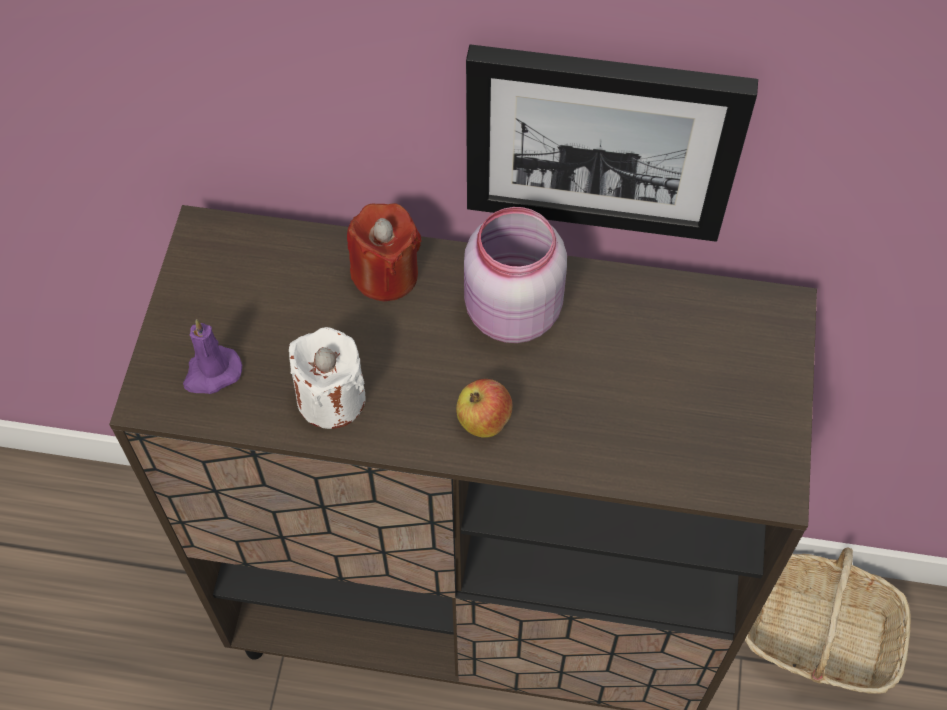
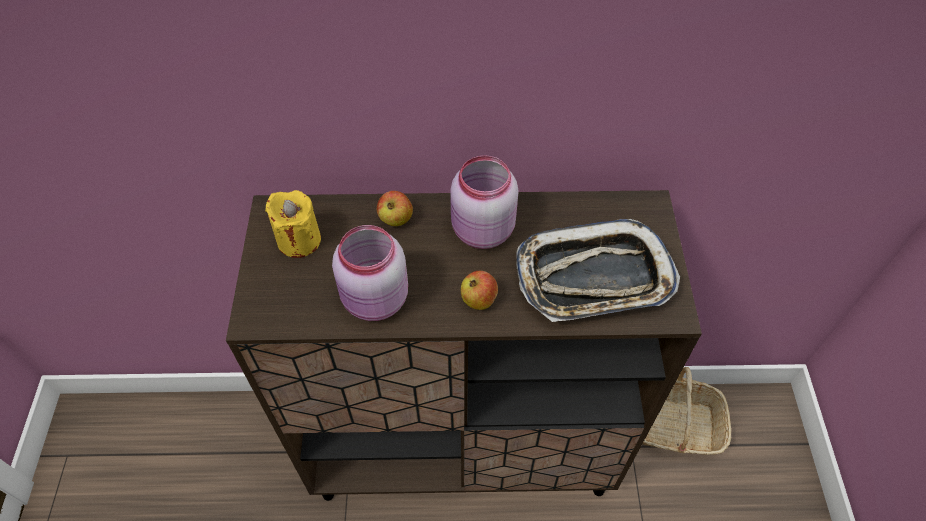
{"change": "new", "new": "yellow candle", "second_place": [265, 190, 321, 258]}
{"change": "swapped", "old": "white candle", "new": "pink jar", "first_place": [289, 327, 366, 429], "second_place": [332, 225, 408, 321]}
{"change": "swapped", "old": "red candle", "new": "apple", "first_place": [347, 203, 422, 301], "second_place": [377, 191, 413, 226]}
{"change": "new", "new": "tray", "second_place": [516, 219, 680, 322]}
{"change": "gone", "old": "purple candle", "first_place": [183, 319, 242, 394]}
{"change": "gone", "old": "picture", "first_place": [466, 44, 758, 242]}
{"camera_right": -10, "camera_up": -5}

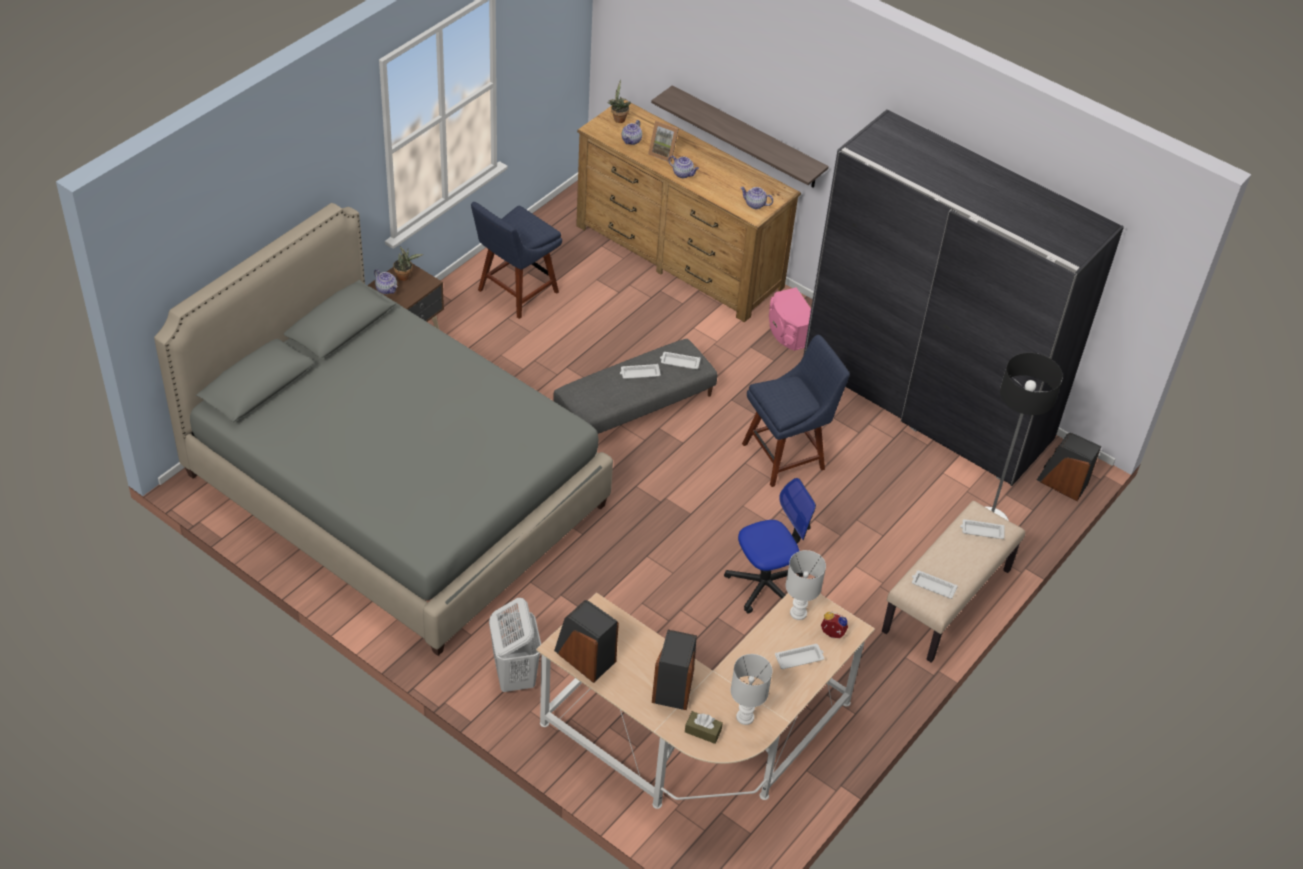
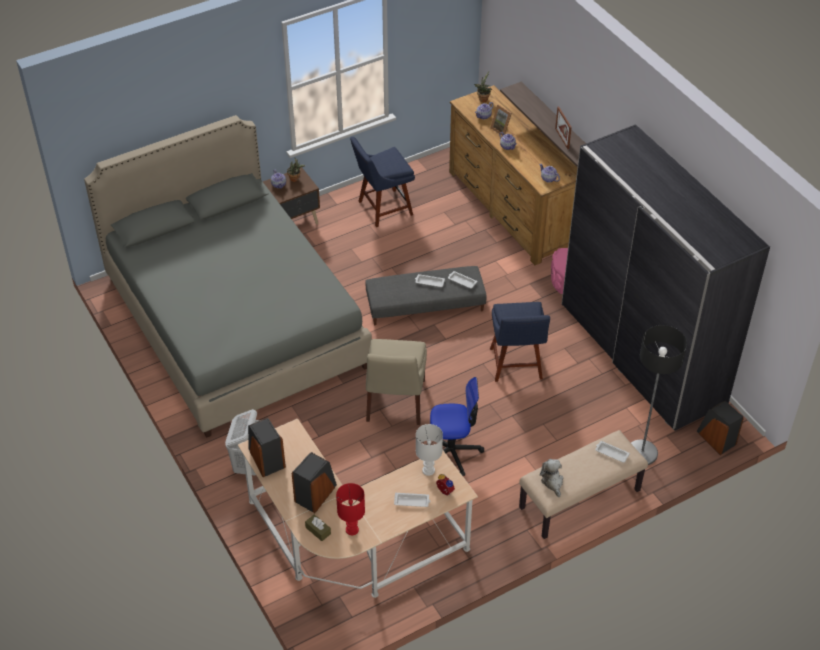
{"change": "repainted", "old": "white table lamp", "new": "red table lamp", "first_place": [731, 654, 772, 725], "second_place": [336, 483, 365, 535]}
{"change": "new", "new": "beige chair", "second_place": [366, 339, 427, 425]}
{"change": "rotated", "old": "blue chair", "first_place": [742, 335, 850, 487], "second_place": [490, 302, 550, 382], "degrees": 90}
{"change": "swapped", "old": "white tray", "new": "plush toy", "first_place": [912, 570, 958, 599], "second_place": [540, 459, 563, 497]}
{"change": "new", "new": "picture frame", "second_place": [555, 107, 572, 149]}
{"camera_right": 25, "camera_up": 0}

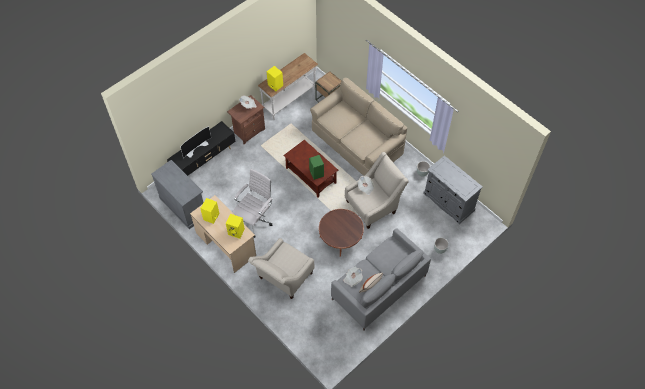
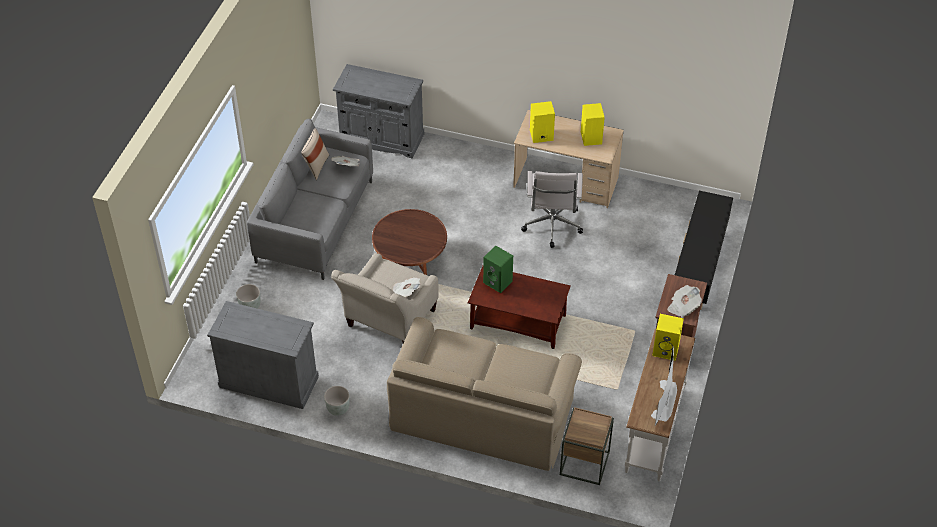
{"change": "shifted", "old": "grey cabinet", "first_place": [151, 160, 204, 229], "second_place": [333, 64, 424, 159]}
{"change": "shifted", "old": "television", "first_place": [180, 126, 211, 158], "second_place": [651, 346, 677, 426]}
{"change": "gone", "old": "beige armchair", "first_place": [248, 238, 314, 299]}
{"camera_right": 150, "camera_up": -10}

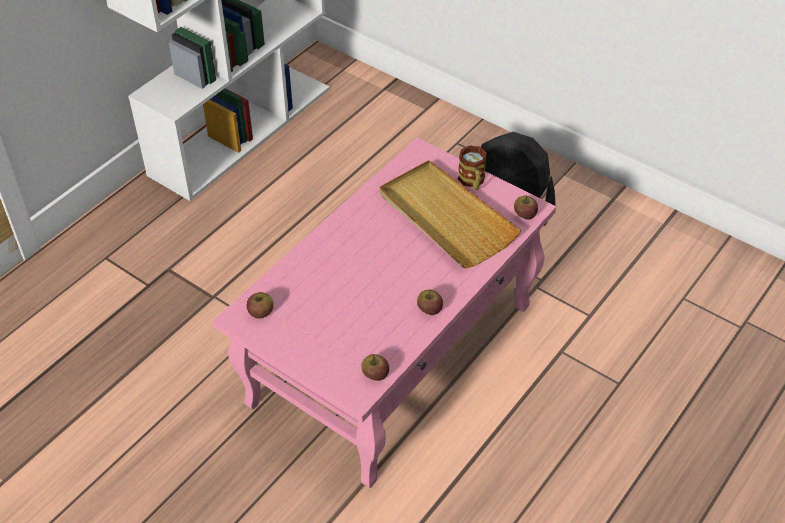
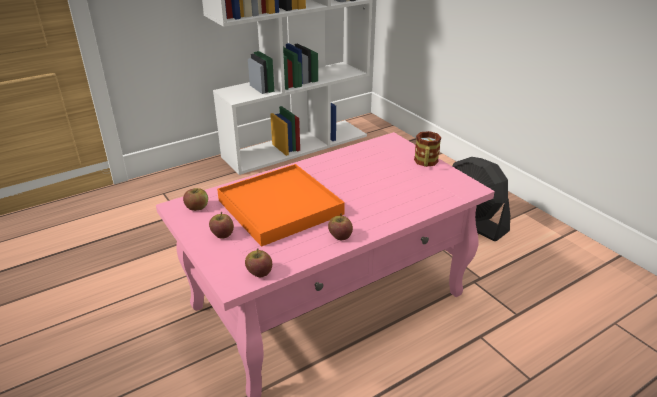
{"change": "shifted", "old": "apple", "first_place": [514, 195, 538, 220], "second_place": [209, 212, 234, 239]}
{"change": "new", "new": "orange tray", "second_place": [217, 164, 345, 247]}
{"change": "gone", "old": "beige tray", "first_place": [379, 160, 521, 268]}
{"camera_right": 20, "camera_up": -15}

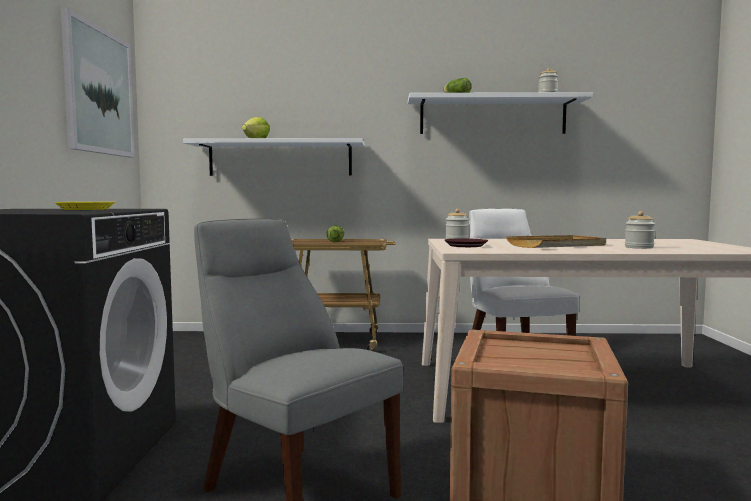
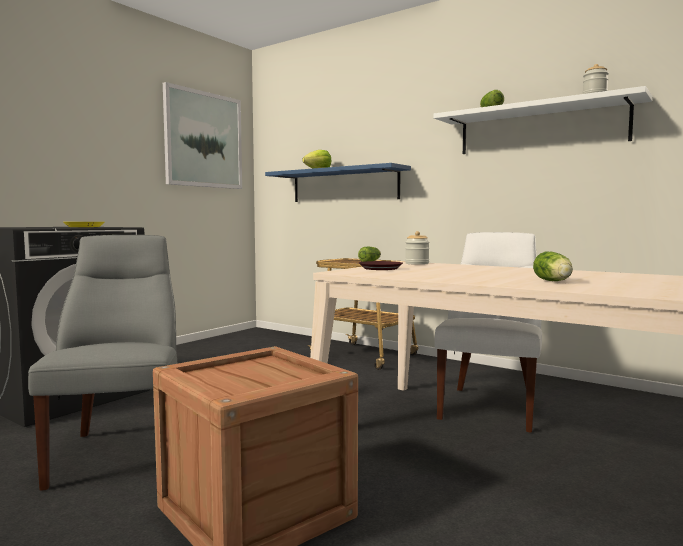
{"change": "repainted", "old": "white shelf", "new": "blue shelf", "first_place": [183, 138, 364, 176], "second_place": [265, 163, 411, 202]}
{"change": "swapped", "old": "jar", "new": "lettuce", "first_place": [625, 211, 655, 249], "second_place": [533, 252, 573, 281]}
{"change": "gone", "old": "beige tray", "first_place": [506, 235, 606, 248]}
{"camera_right": 35, "camera_up": 0}

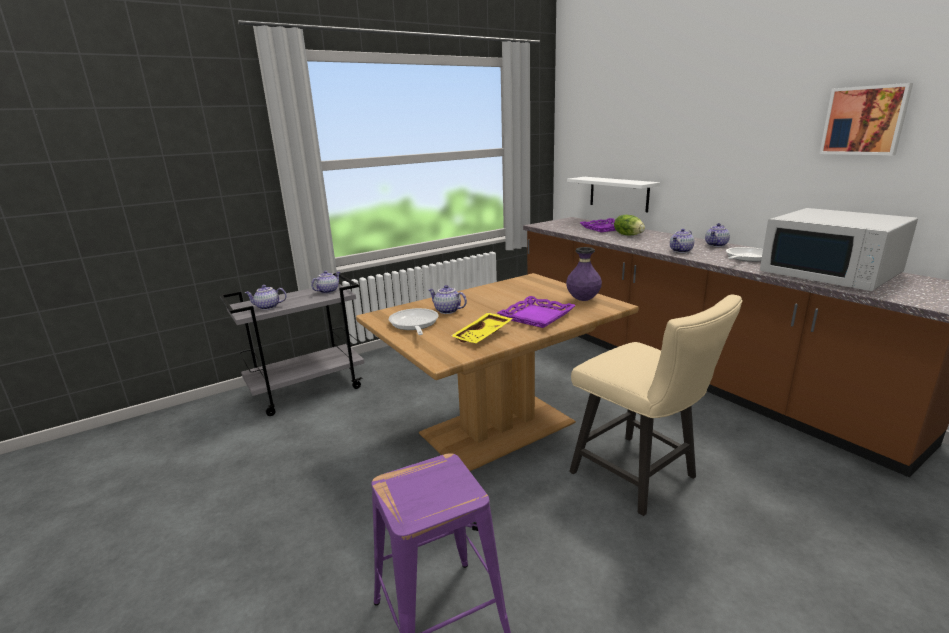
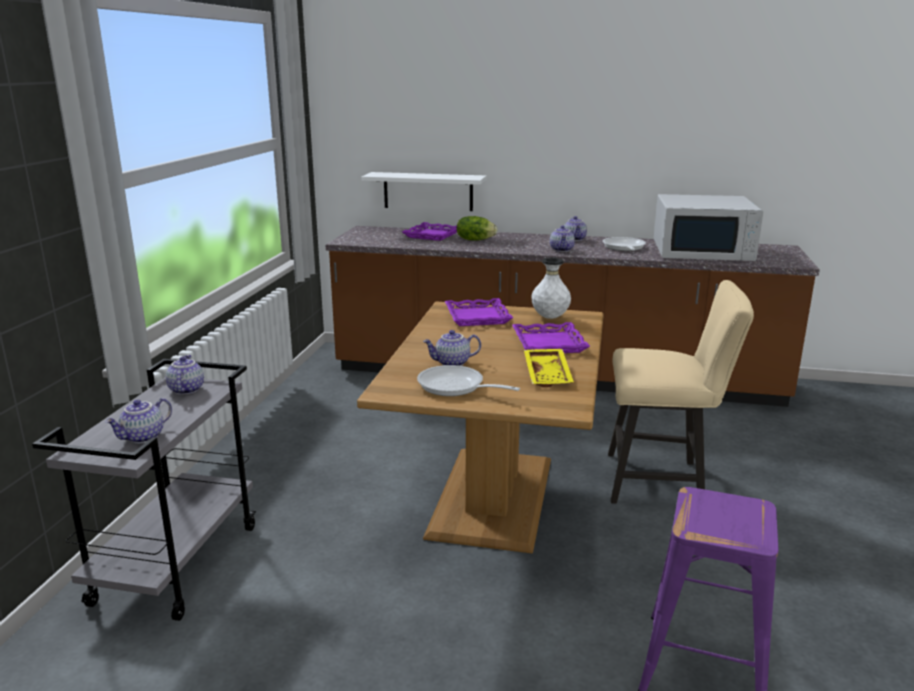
{"change": "new", "new": "purple tray", "second_place": [445, 298, 513, 326]}
{"change": "repainted", "old": "purple vase", "new": "white vase", "first_place": [566, 247, 602, 301], "second_place": [531, 258, 571, 319]}
{"change": "gone", "old": "picture", "first_place": [819, 83, 913, 155]}
{"camera_right": -45, "camera_up": 0}

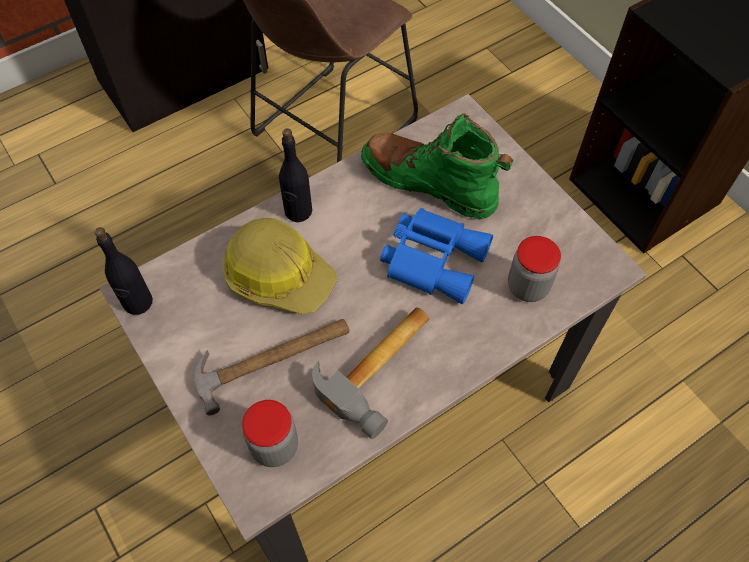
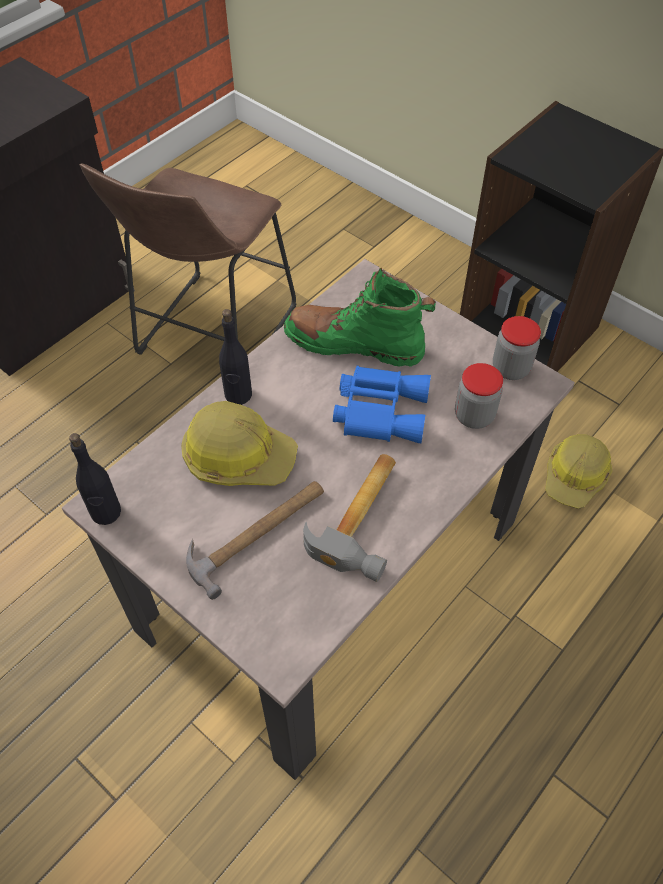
{"change": "shifted", "old": "jar", "first_place": [242, 400, 298, 467], "second_place": [493, 316, 541, 380]}
{"change": "new", "new": "hard hat", "second_place": [545, 434, 613, 509]}
{"camera_right": -15, "camera_up": -5}

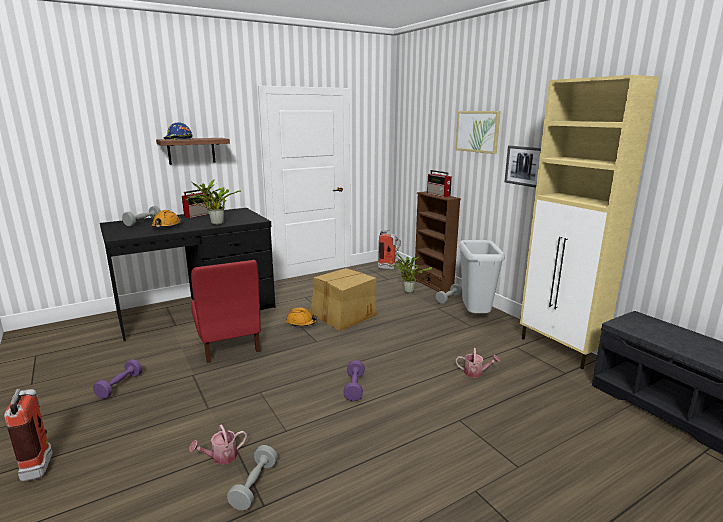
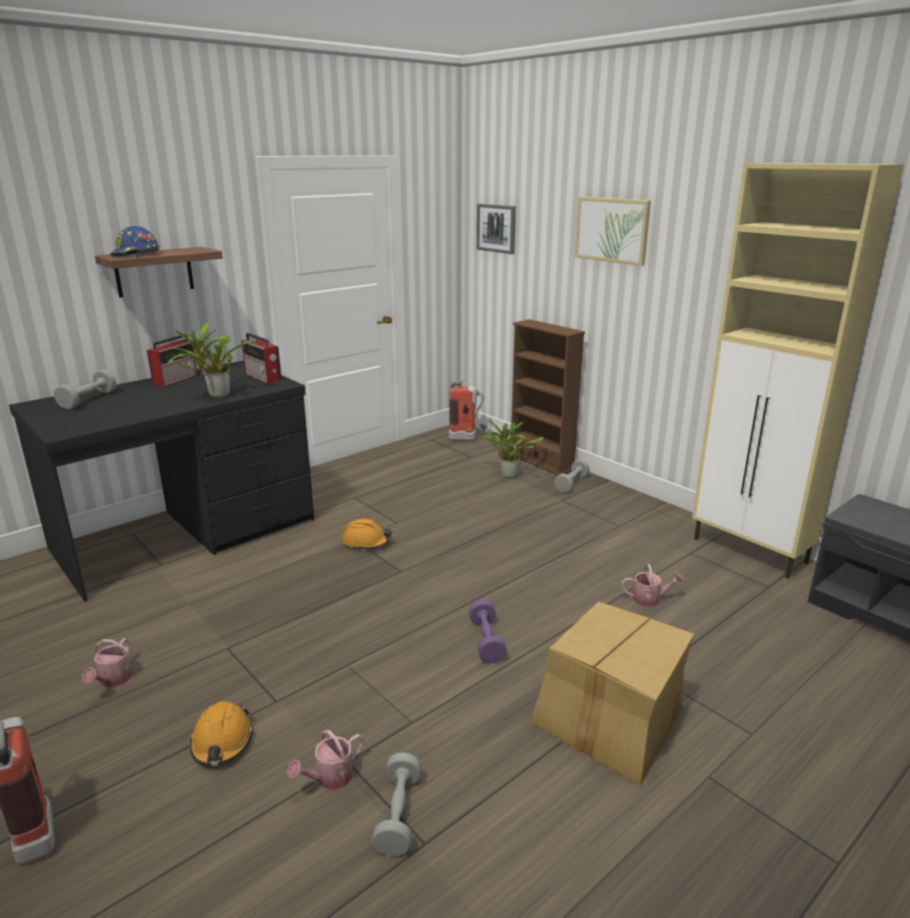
{"change": "swapped", "old": "purple dumbbell", "new": "watering can", "first_place": [93, 359, 142, 399], "second_place": [82, 638, 133, 687]}
{"change": "shifted", "old": "orange hard hat", "first_place": [151, 210, 181, 227], "second_place": [190, 701, 253, 766]}
{"change": "shifted", "old": "radio", "first_place": [427, 170, 452, 197], "second_place": [242, 333, 282, 384]}
{"change": "shifted", "old": "picture", "first_place": [505, 145, 541, 188], "second_place": [477, 204, 516, 254]}
{"change": "shifted", "old": "cardboard box", "first_place": [310, 268, 377, 331], "second_place": [530, 602, 694, 786]}
{"change": "gone", "old": "red chair", "first_place": [191, 260, 261, 363]}
{"change": "gone", "old": "grey trash can", "first_place": [459, 240, 505, 314]}
{"camera_right": -10, "camera_up": 5}

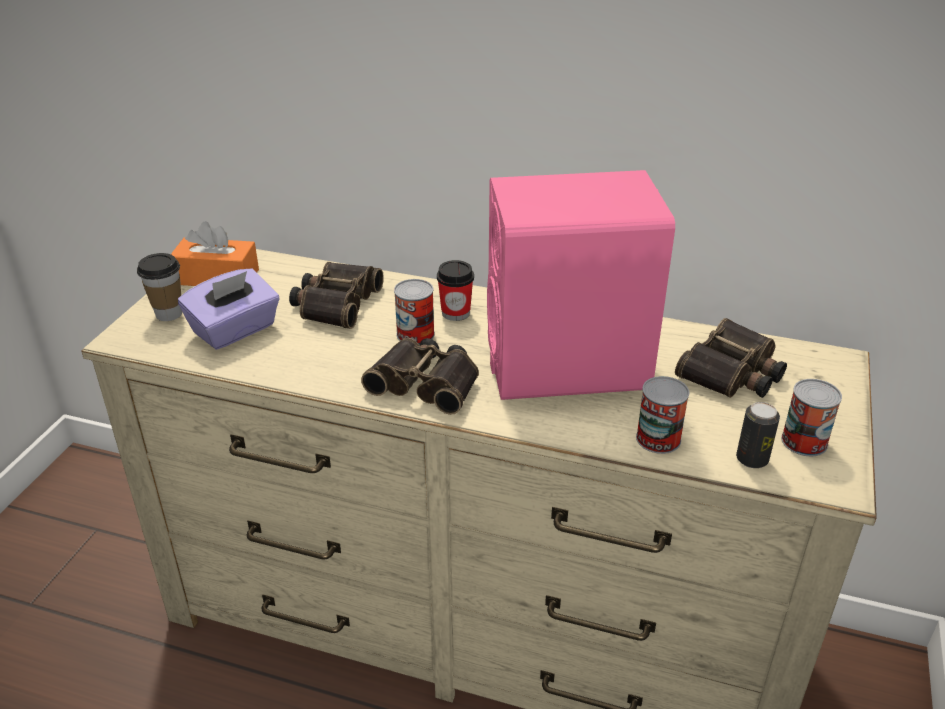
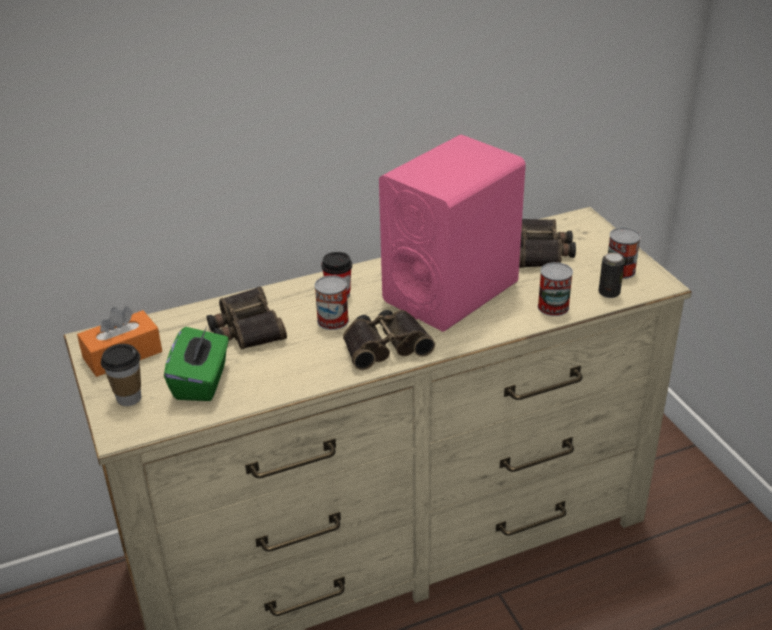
{"change": "repainted", "old": "purple tissue box", "new": "green tissue box", "first_place": [178, 268, 280, 350], "second_place": [164, 327, 229, 401]}
{"camera_right": -40, "camera_up": 0}

